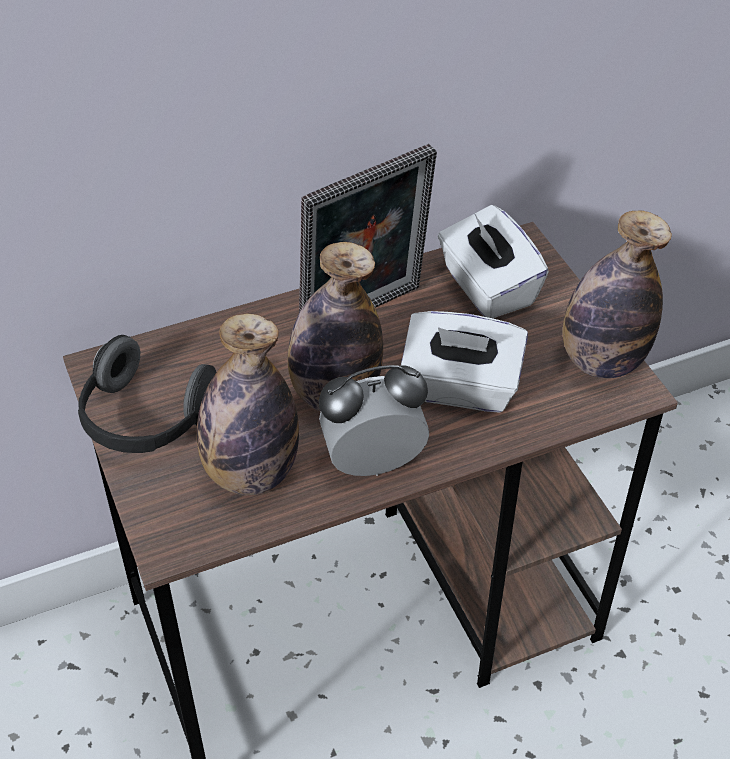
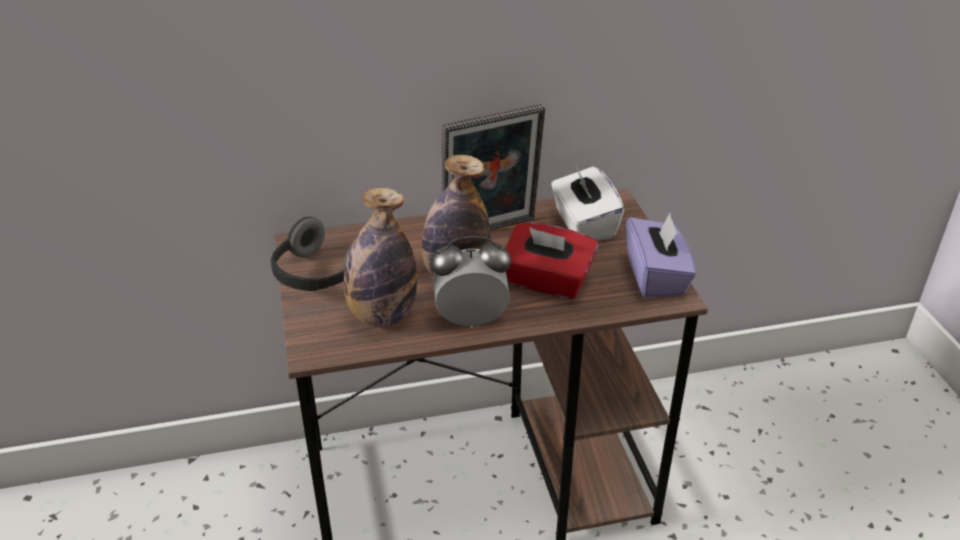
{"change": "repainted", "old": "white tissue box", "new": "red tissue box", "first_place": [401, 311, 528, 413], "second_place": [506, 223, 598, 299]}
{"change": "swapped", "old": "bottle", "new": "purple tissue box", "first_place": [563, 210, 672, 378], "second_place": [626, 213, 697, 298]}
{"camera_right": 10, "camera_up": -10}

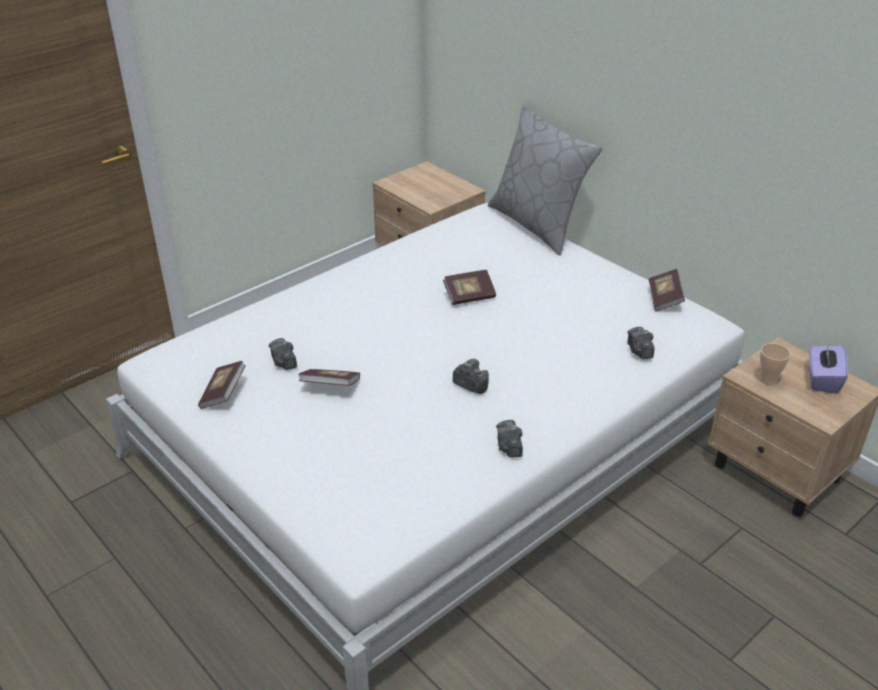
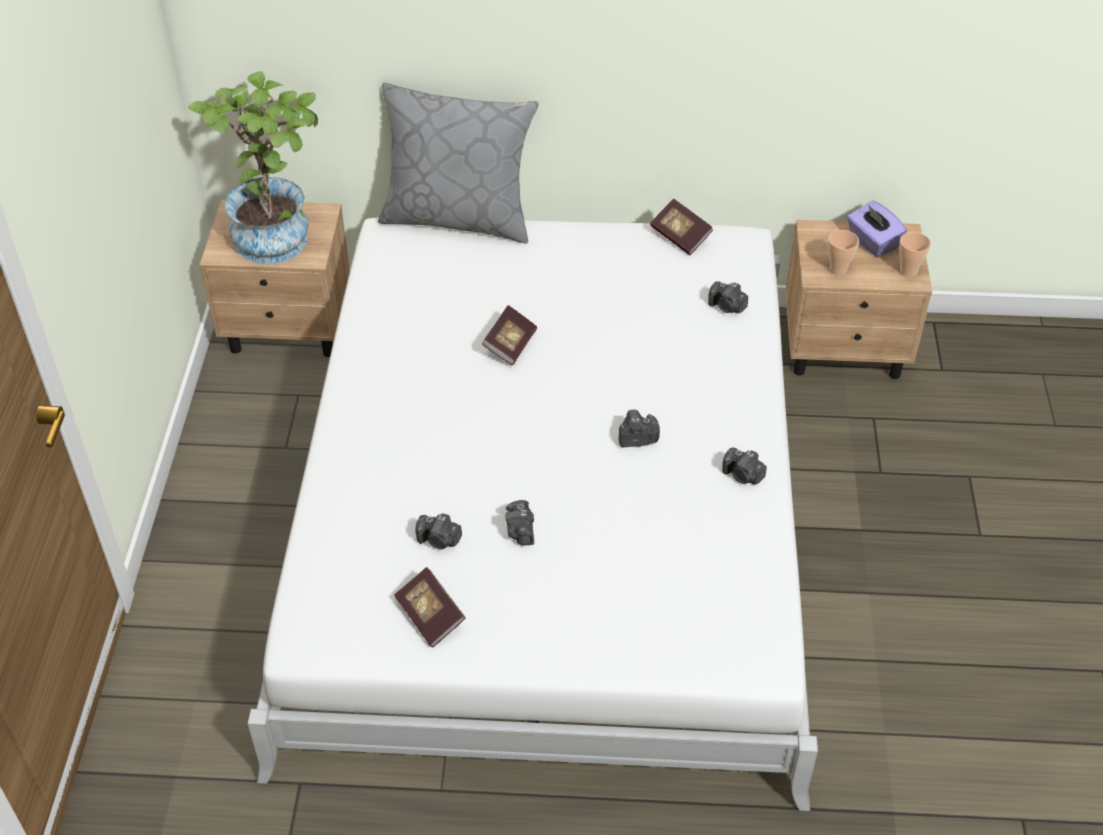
{"change": "new", "new": "potted plant", "second_place": [188, 71, 318, 264]}
{"change": "swapped", "old": "book", "new": "photo camera", "first_place": [298, 369, 360, 386], "second_place": [505, 500, 534, 545]}
{"change": "new", "new": "cup", "second_place": [899, 232, 931, 277]}
{"camera_right": -45, "camera_up": 10}

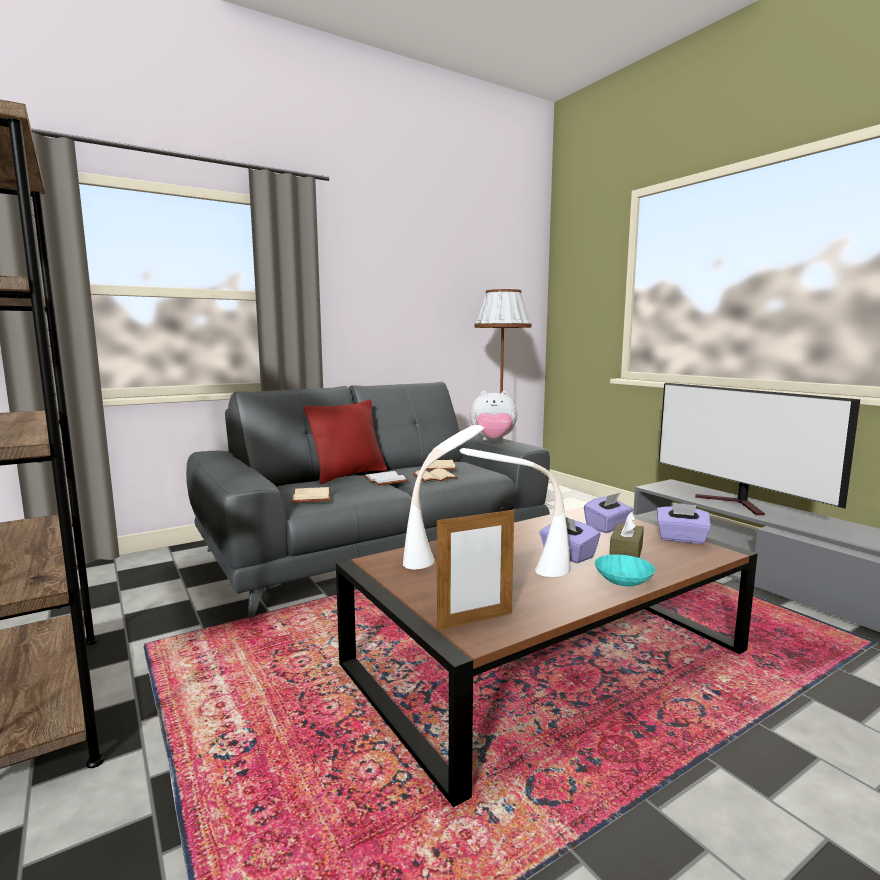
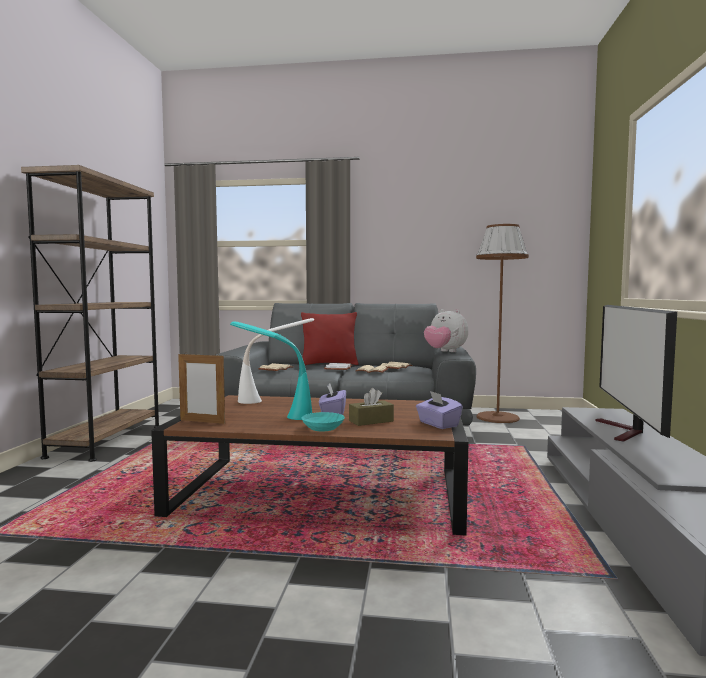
{"change": "repainted", "old": "white table lamp", "new": "turquoise table lamp", "first_place": [460, 448, 571, 577], "second_place": [230, 321, 312, 420]}
{"change": "gone", "old": "purple tissue box", "first_place": [584, 493, 633, 533]}
{"camera_right": 40, "camera_up": -5}

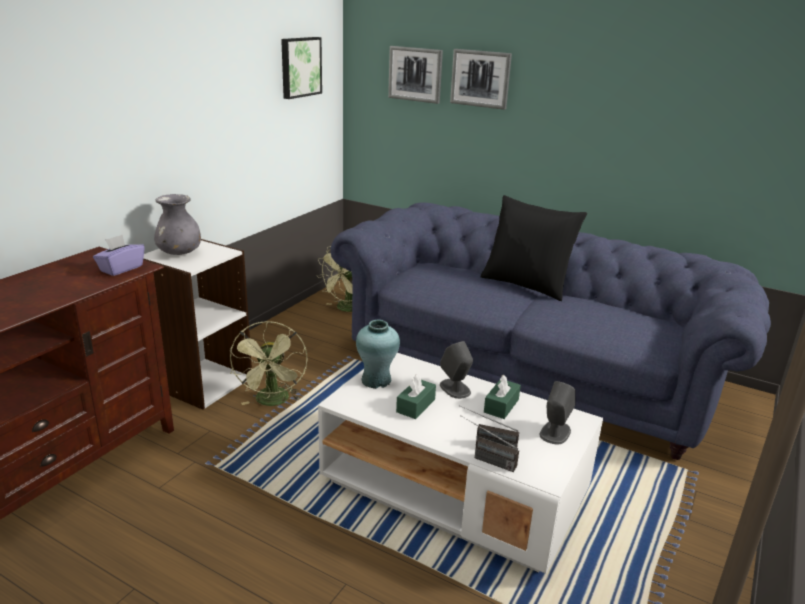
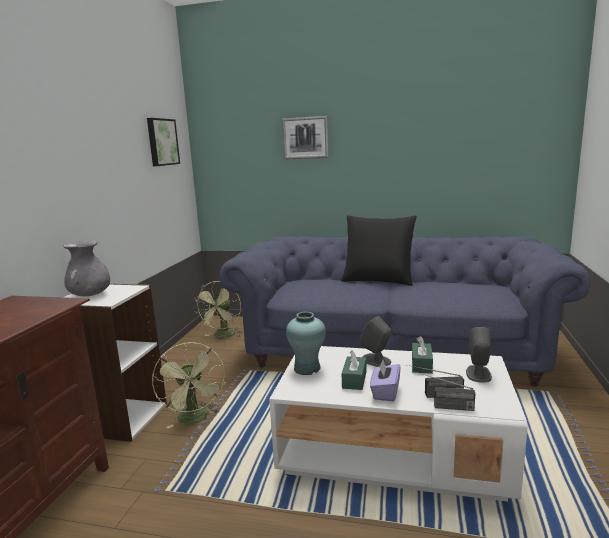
{"change": "shifted", "old": "purple tissue box", "first_place": [93, 235, 145, 276], "second_place": [370, 360, 401, 402]}
{"change": "gone", "old": "picture", "first_place": [388, 46, 443, 104]}
{"camera_right": -15, "camera_up": -10}

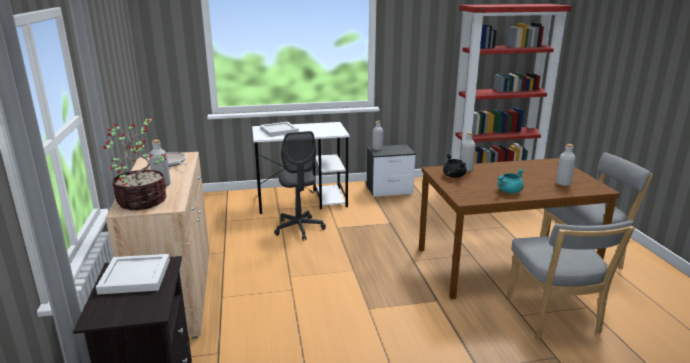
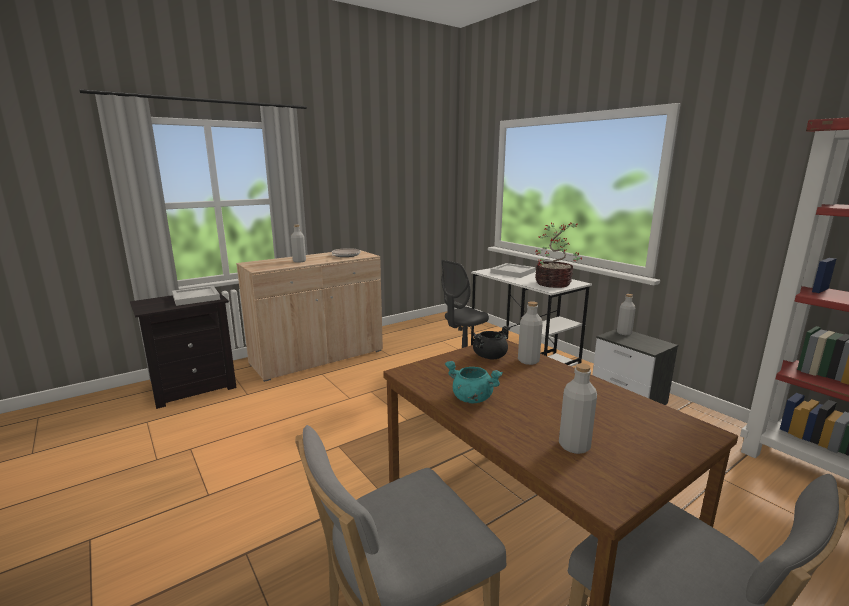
{"change": "shifted", "old": "potted plant", "first_place": [102, 118, 166, 210], "second_place": [535, 222, 582, 288]}
{"camera_right": 65, "camera_up": -5}

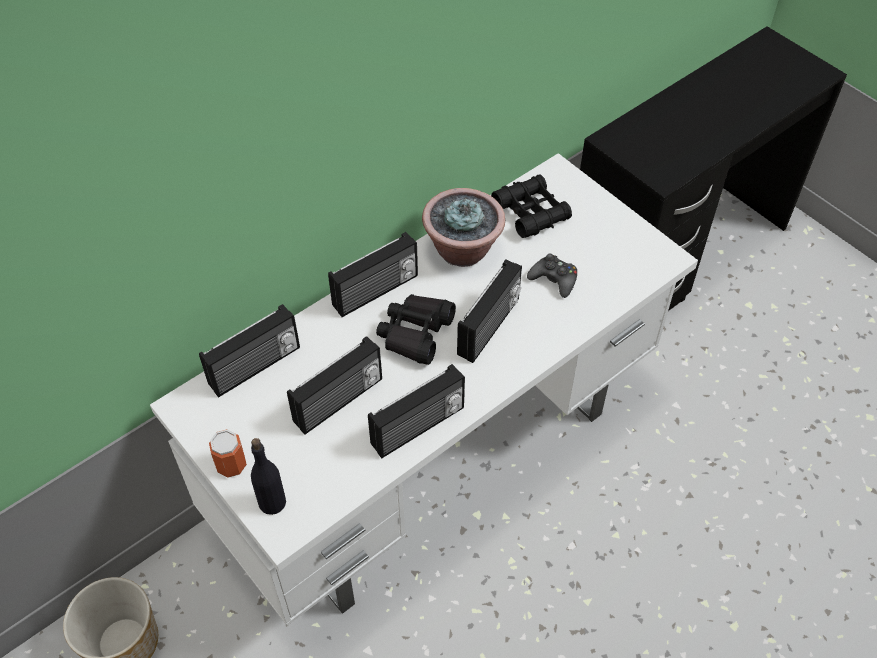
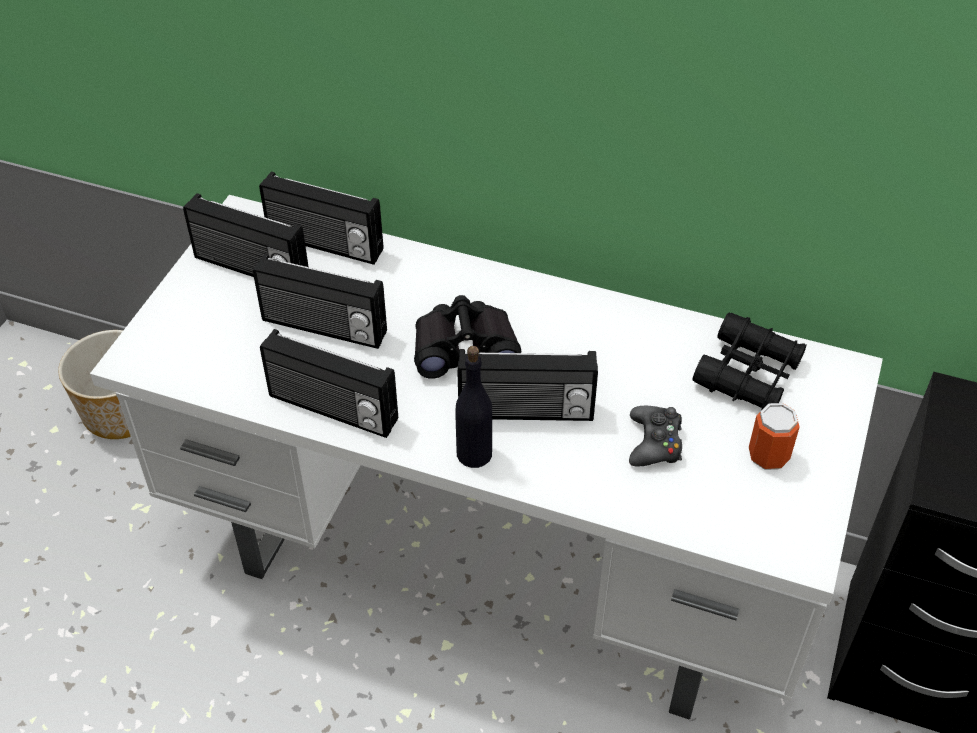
{"change": "shifted", "old": "radio", "first_place": [328, 232, 418, 317], "second_place": [183, 193, 308, 277]}
{"change": "shifted", "old": "black bottle", "first_place": [251, 438, 286, 515], "second_place": [455, 346, 492, 468]}
{"change": "shifted", "old": "can", "first_place": [209, 429, 247, 477], "second_place": [749, 403, 800, 470]}
{"change": "gone", "old": "potted plant", "first_place": [422, 188, 505, 267]}
{"camera_right": 60, "camera_up": -5}

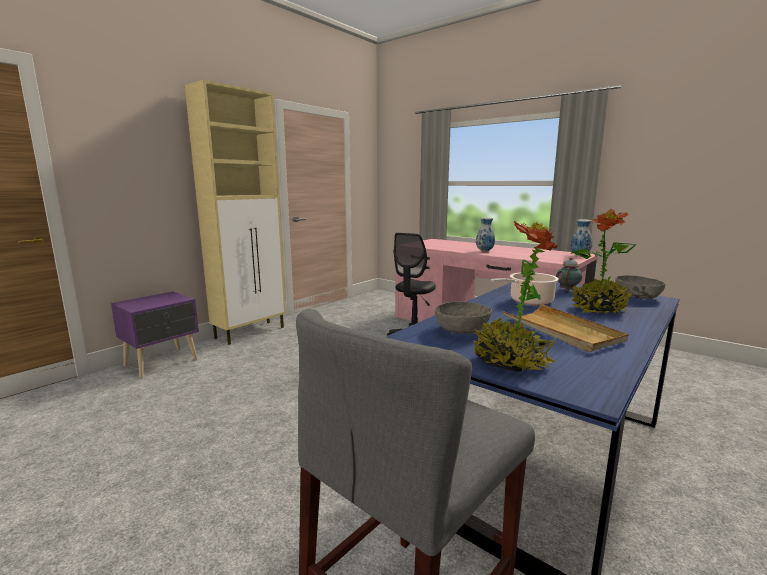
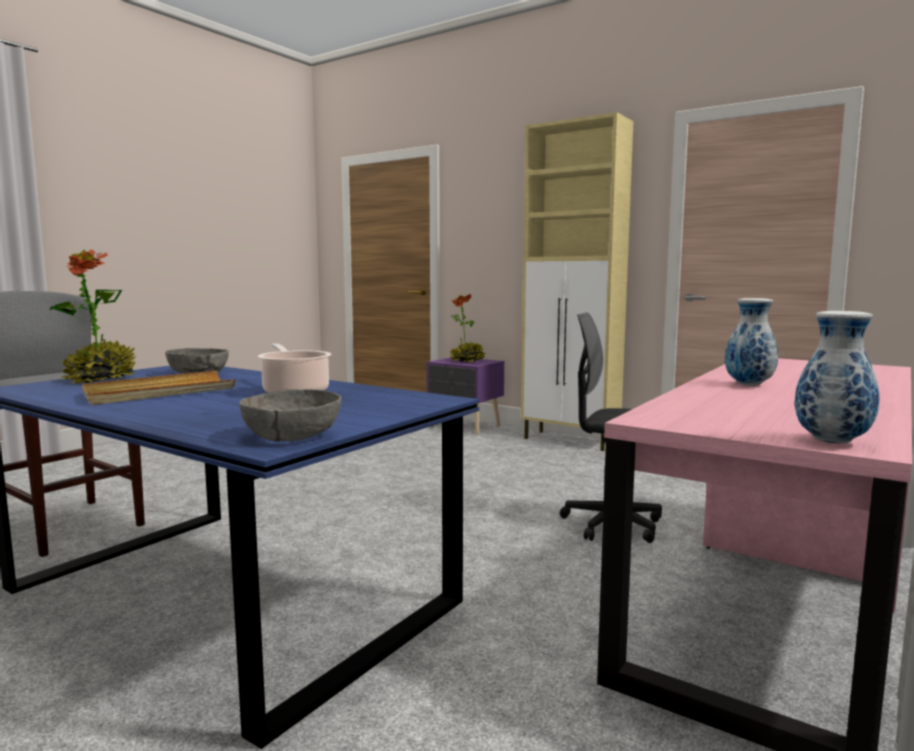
{"change": "shifted", "old": "potted plant", "first_place": [571, 208, 637, 314], "second_place": [450, 294, 486, 362]}
{"change": "gone", "old": "teapot", "first_place": [556, 257, 582, 291]}
{"camera_right": 85, "camera_up": -5}

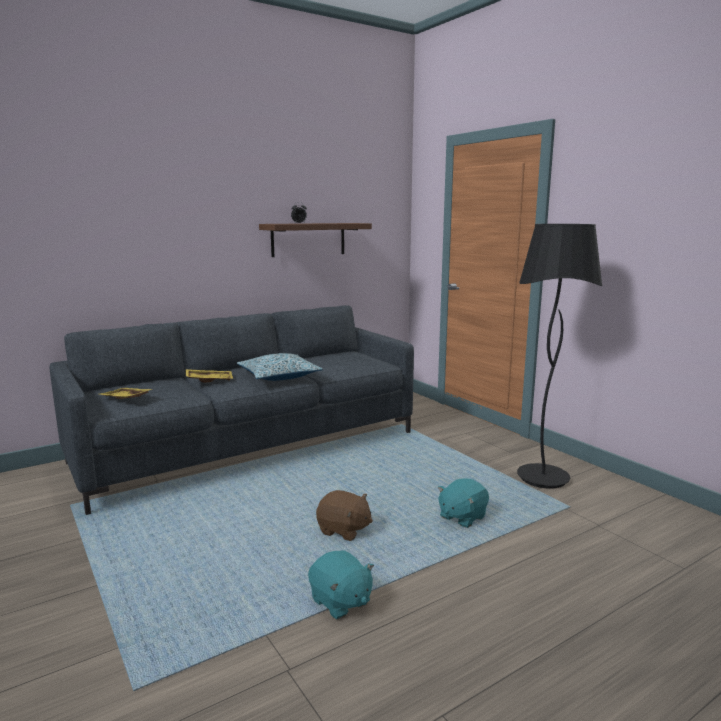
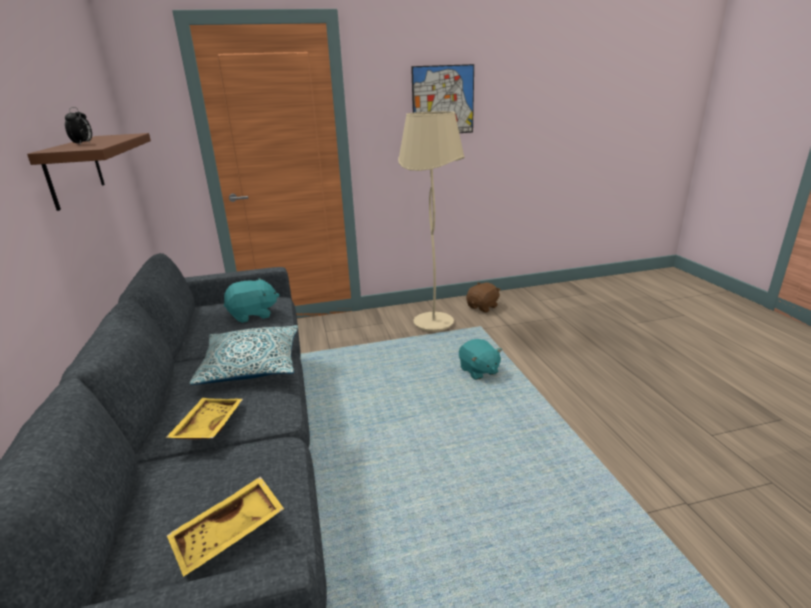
{"change": "shifted", "old": "turquoise plush toy", "first_place": [308, 551, 374, 619], "second_place": [224, 278, 279, 323]}
{"change": "repainted", "old": "black floor lamp", "new": "beige floor lamp", "first_place": [517, 224, 602, 489], "second_place": [398, 111, 465, 332]}
{"change": "new", "new": "picture", "second_place": [411, 64, 474, 133]}
{"change": "shifted", "old": "brown plush toy", "first_place": [316, 490, 373, 541], "second_place": [466, 282, 501, 312]}
{"camera_right": -70, "camera_up": 10}

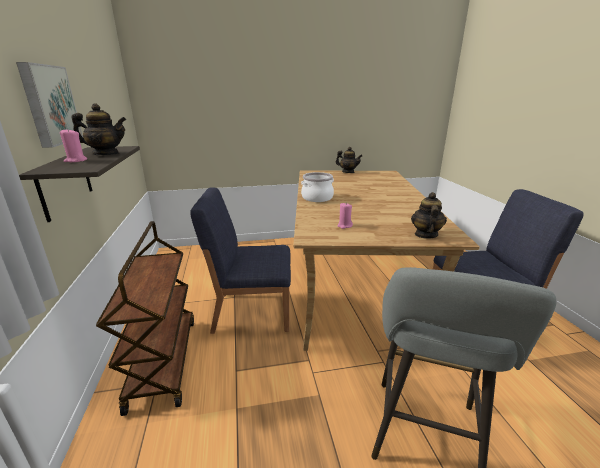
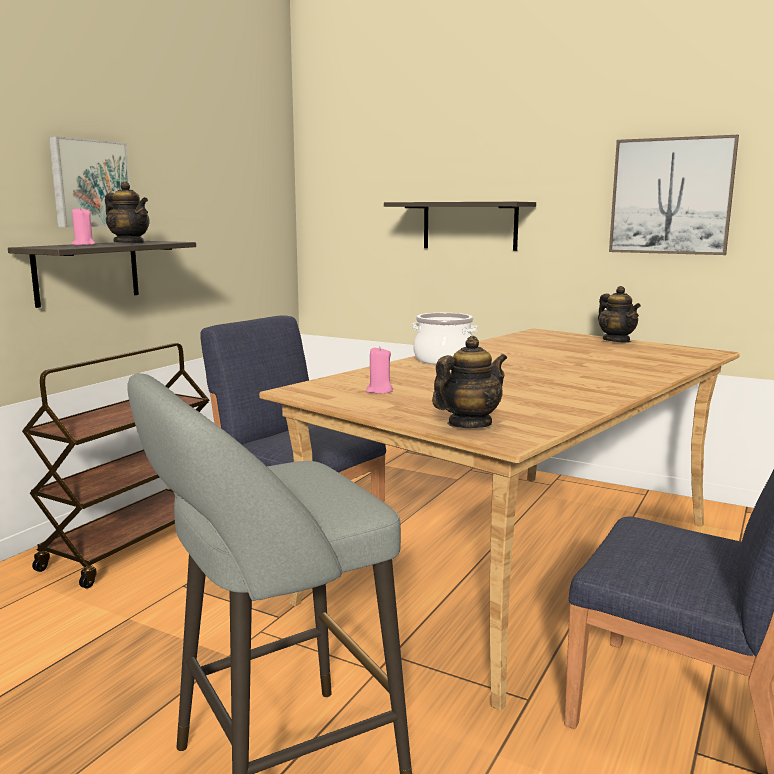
{"change": "new", "new": "shelf", "second_place": [384, 202, 536, 251]}
{"change": "new", "new": "picture", "second_place": [609, 135, 739, 255]}
{"camera_right": 40, "camera_up": -10}

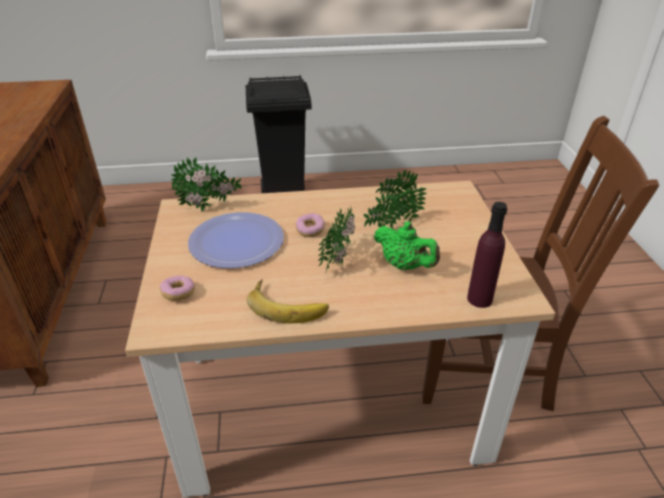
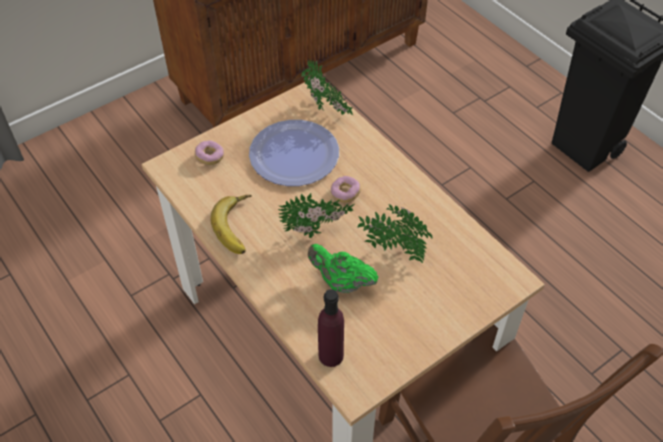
{"change": "rotated", "old": "green teapot", "first_place": [374, 221, 440, 270], "second_place": [308, 244, 378, 293], "degrees": 105}
{"camera_right": 60, "camera_up": 15}

